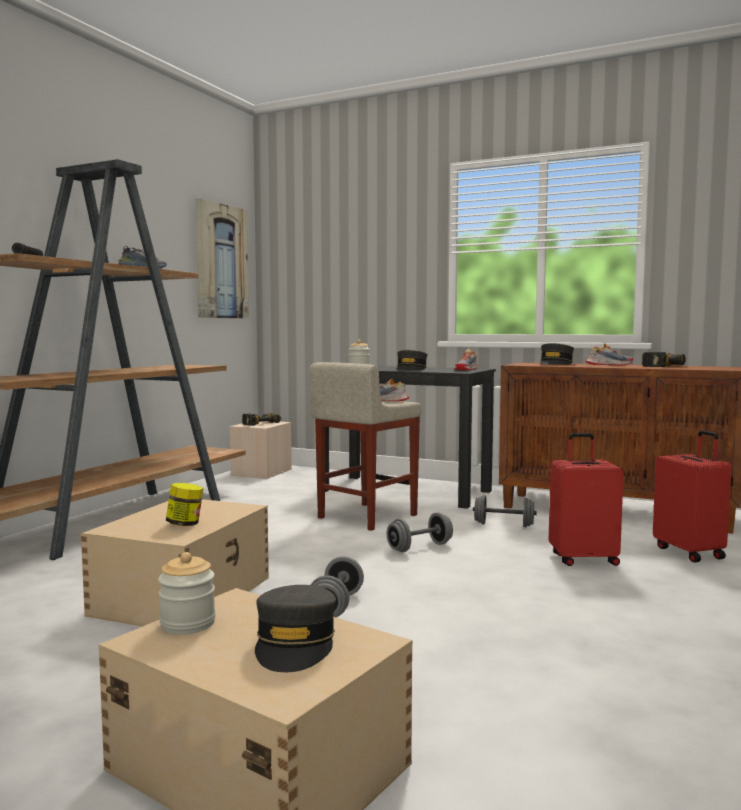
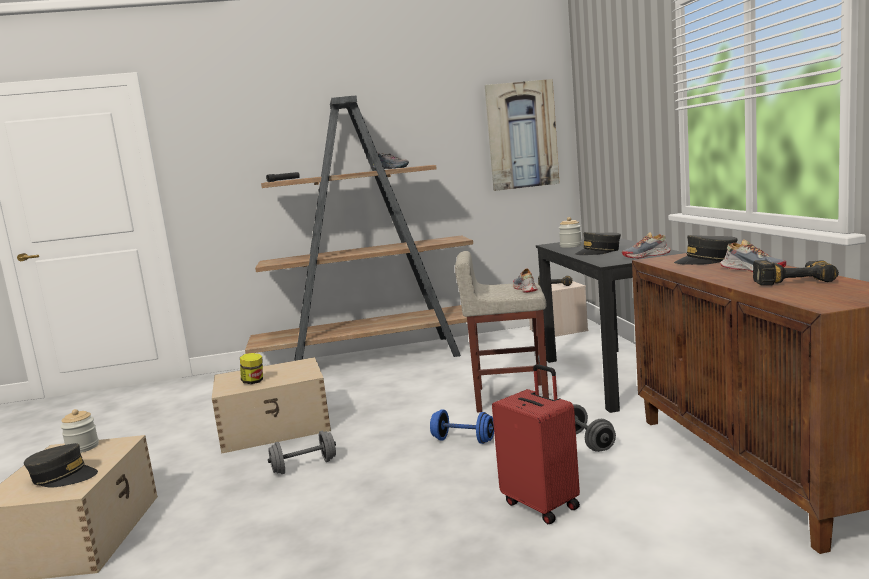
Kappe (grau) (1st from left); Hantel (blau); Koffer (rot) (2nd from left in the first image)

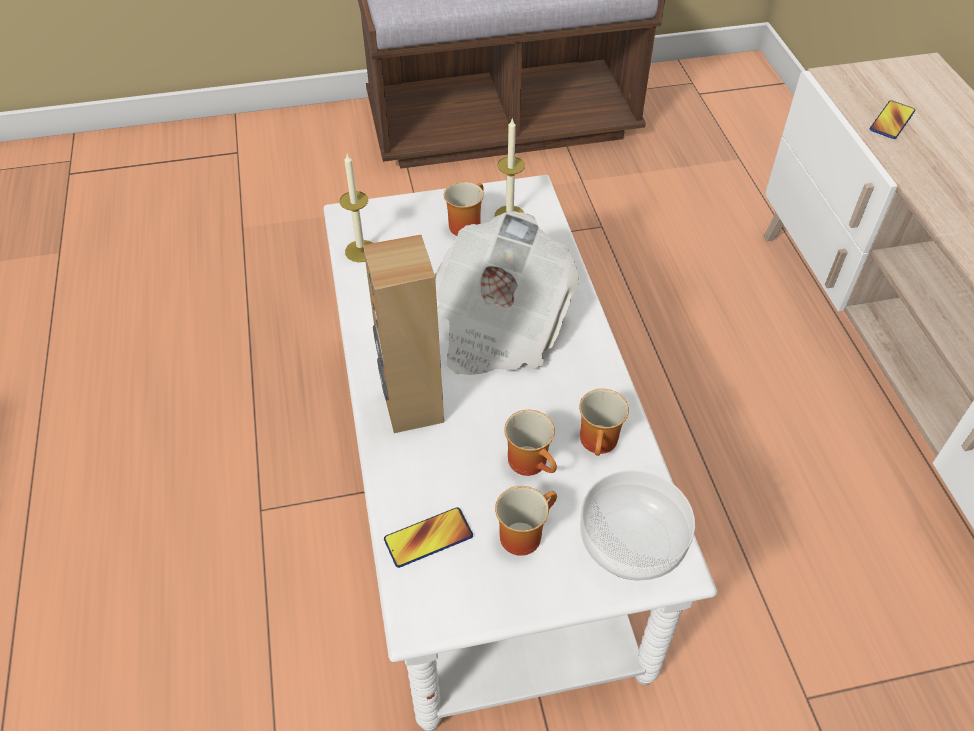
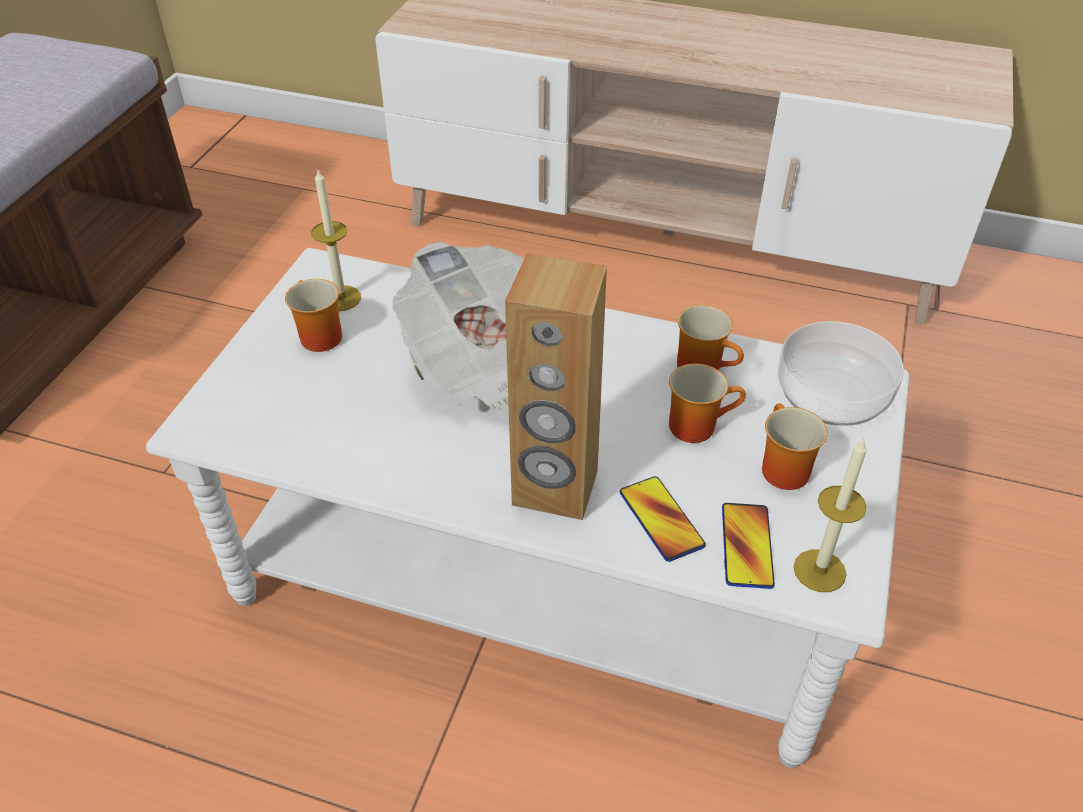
Kerze (2nd from left); Handy (1st from left)

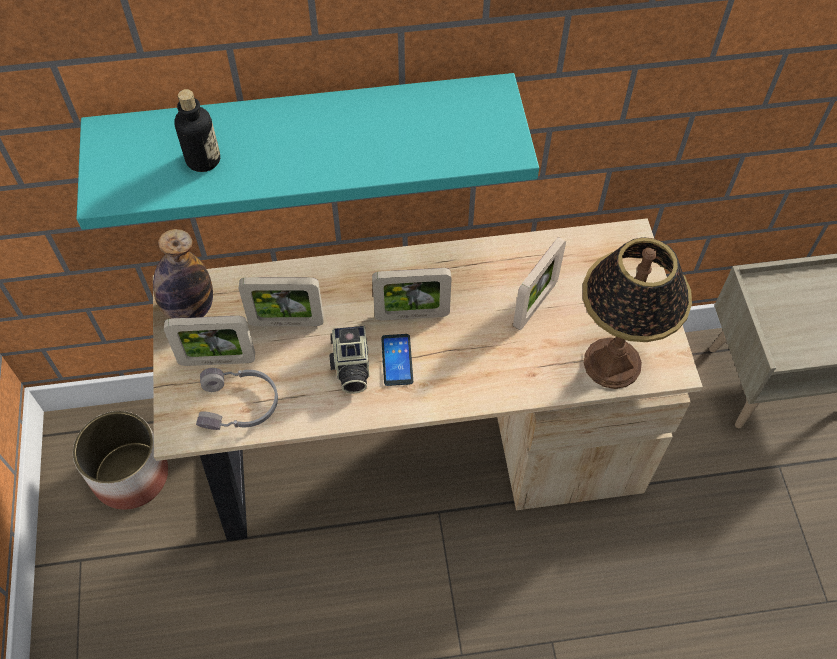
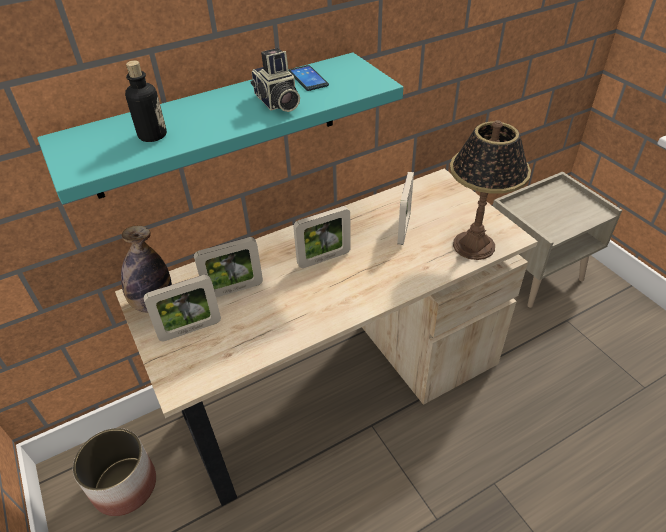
Kopfhörer (grau); Kamera; Handy

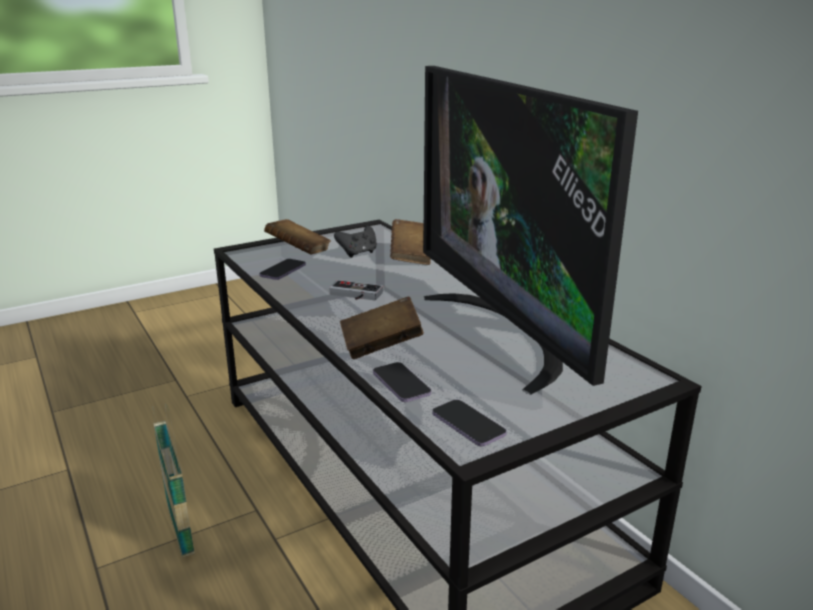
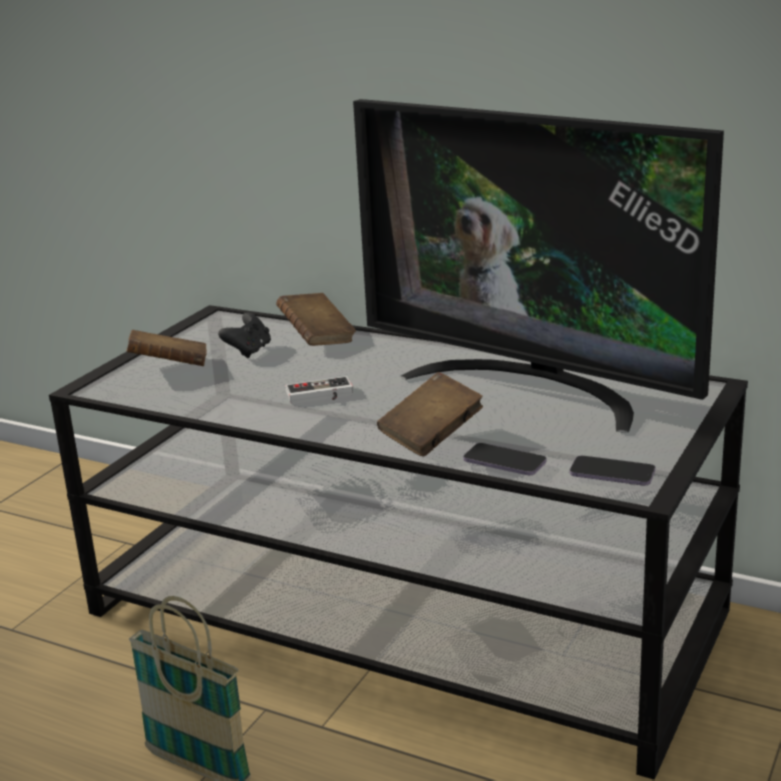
Handy (1st from left in the first image)

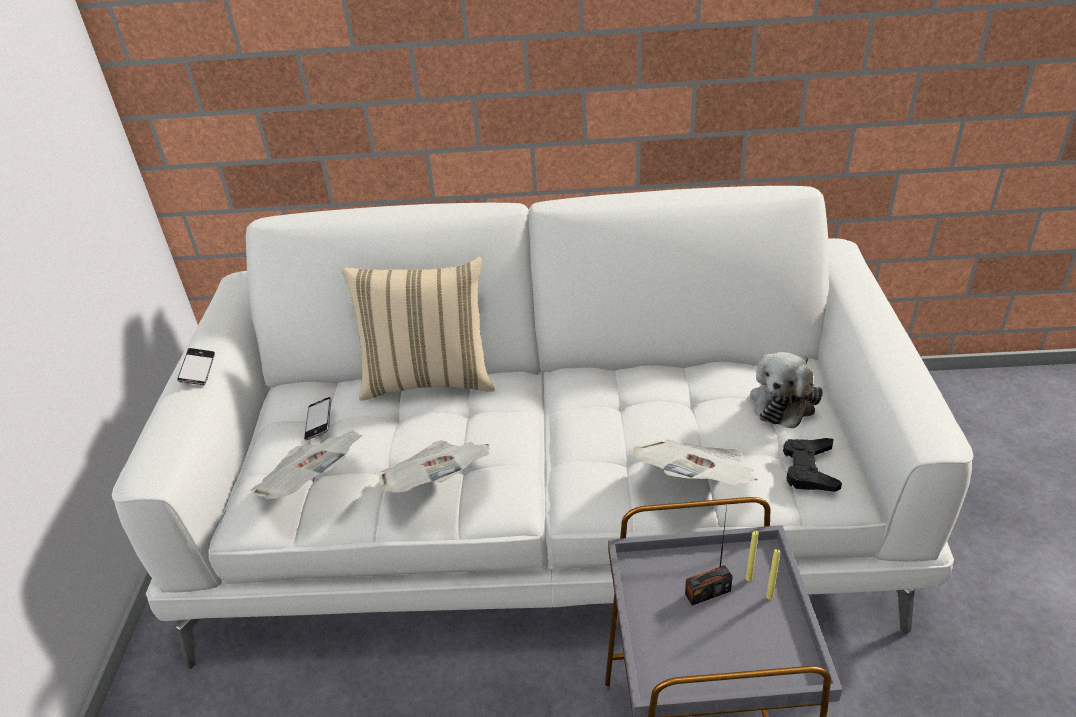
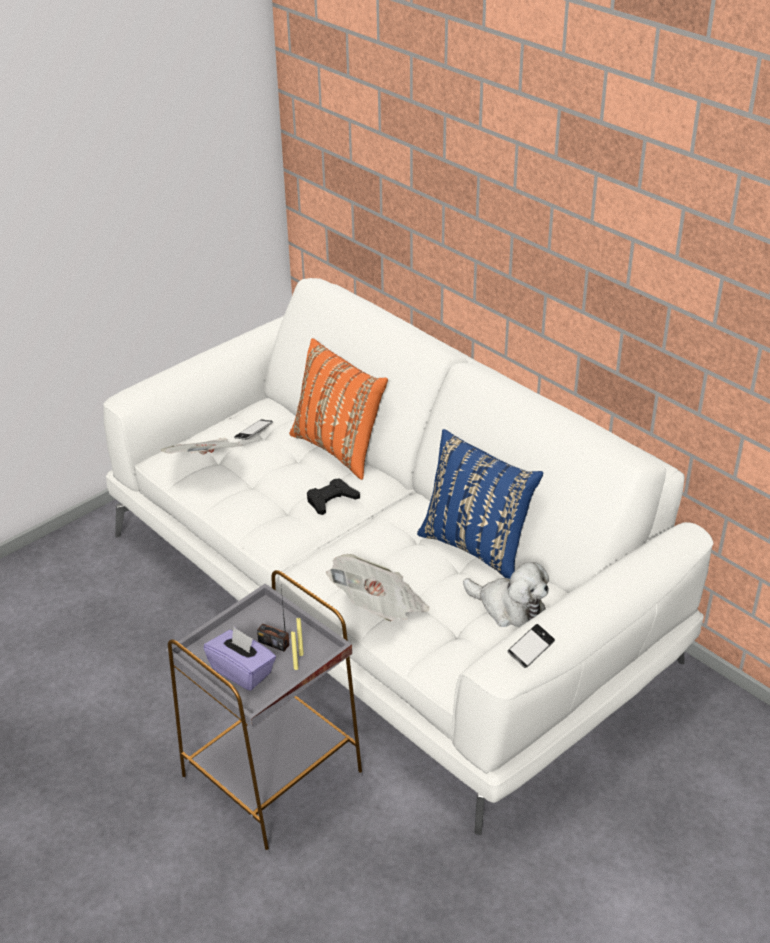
Handy (2nd from left); Kissen (orange); Zeitung (2nd from left in the first image); Plüschtier; Gamepad (schwarz); Taschentuchbox (lila); Kissen (blau)

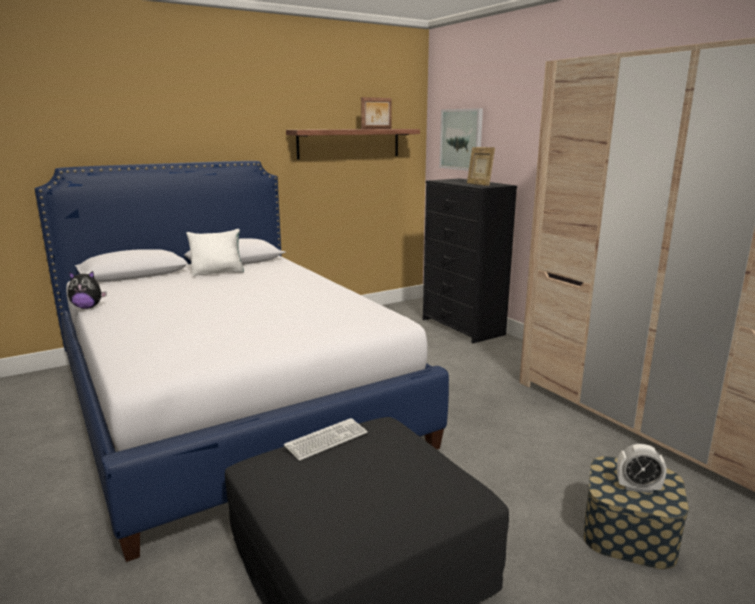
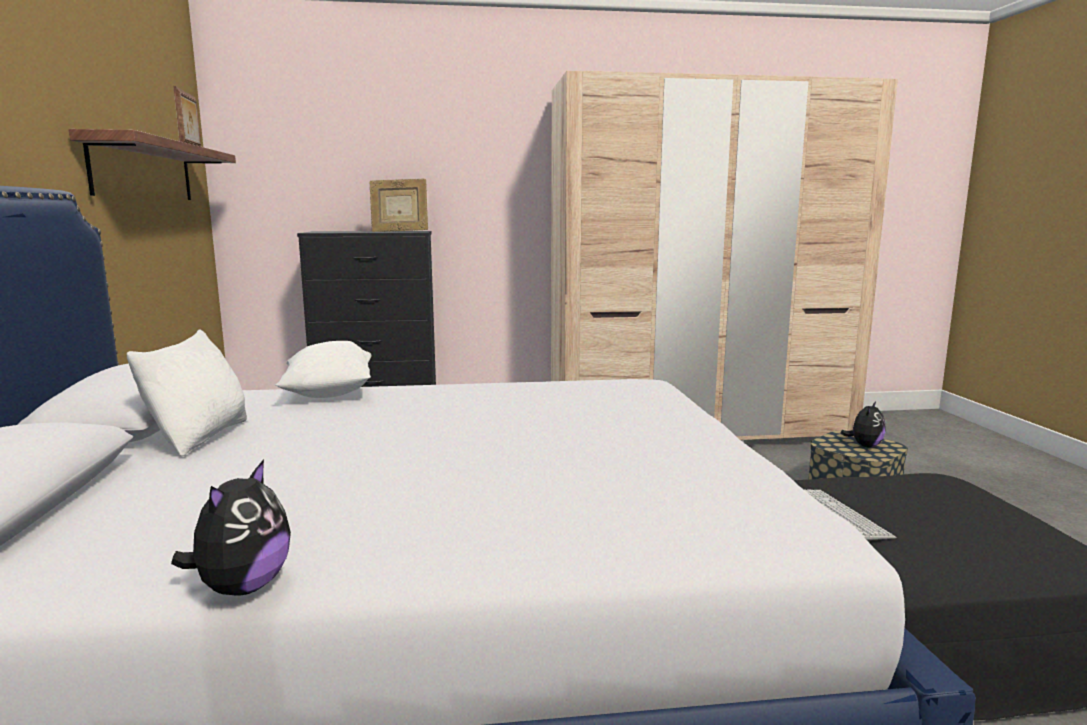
Bild; Plüschtier (2nd from left); Kissen (weiß) (2nd from left)

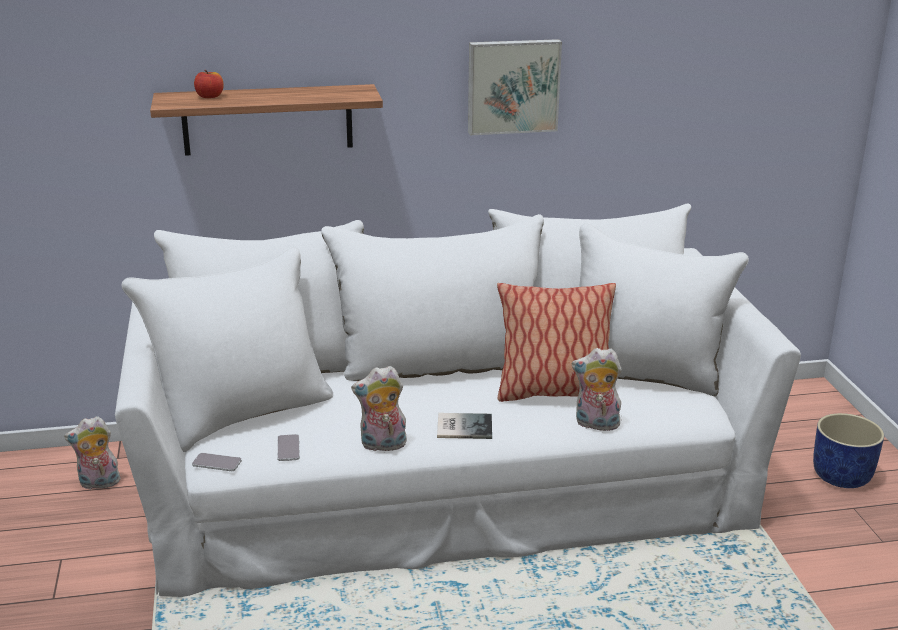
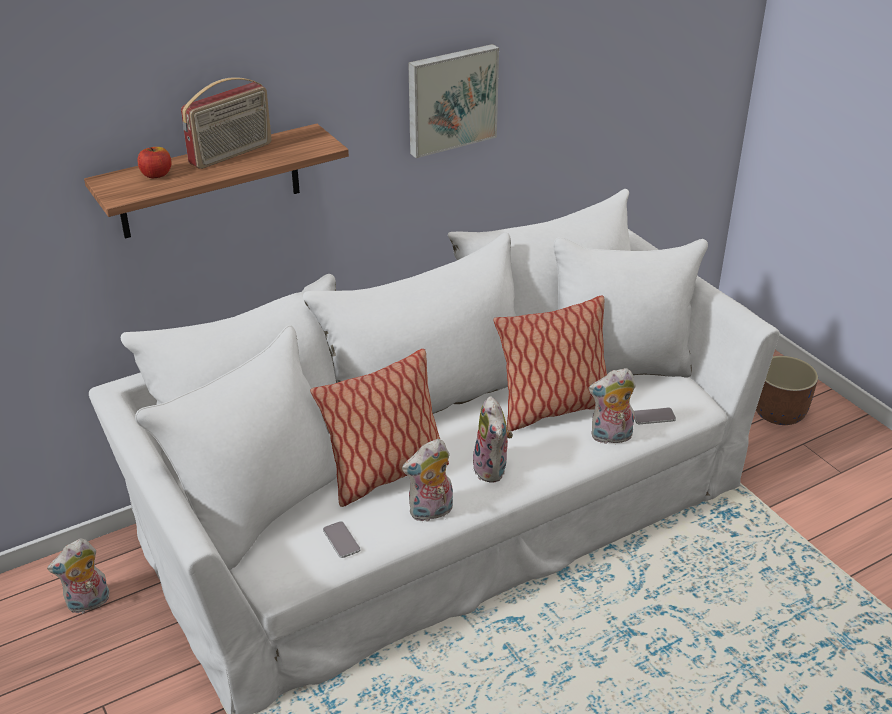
Handy (2nd from left); Plüschtier (3rd from left); Pflanzkübel (braun); Radio; Kissen (1st from left)

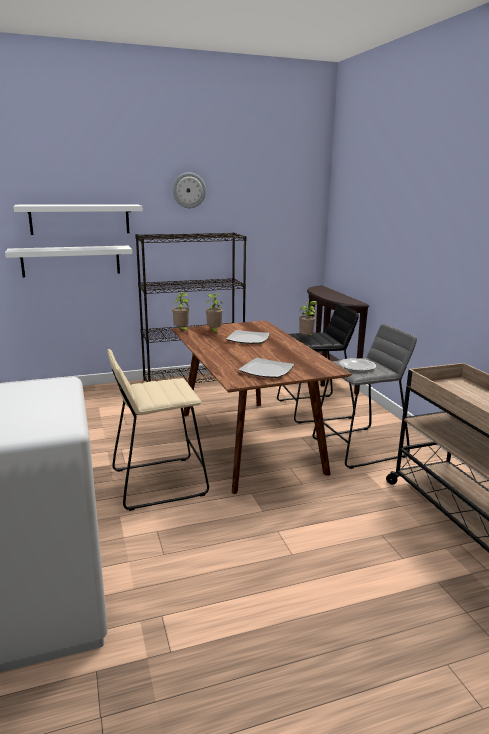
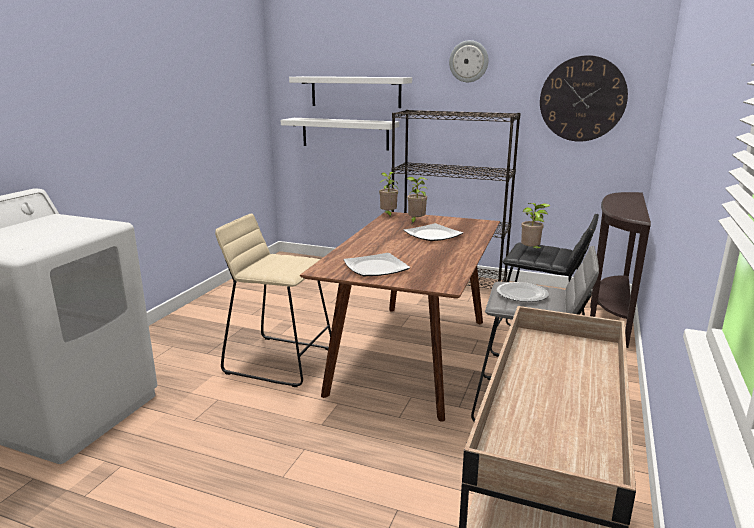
Wanduhr (2nd from left)

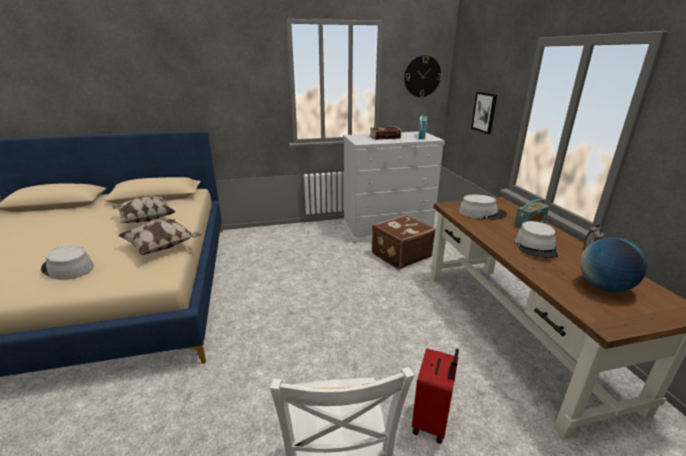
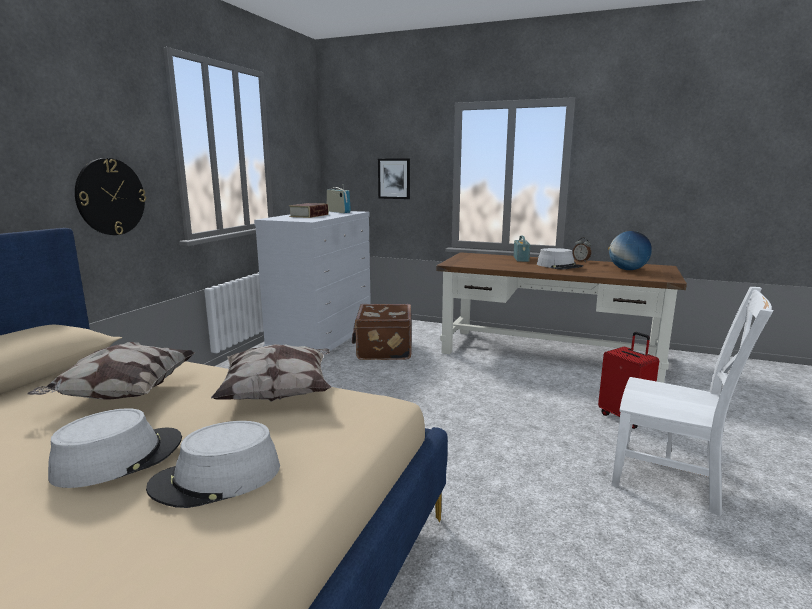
Wanduhr; Hut (grau) (1st from left)

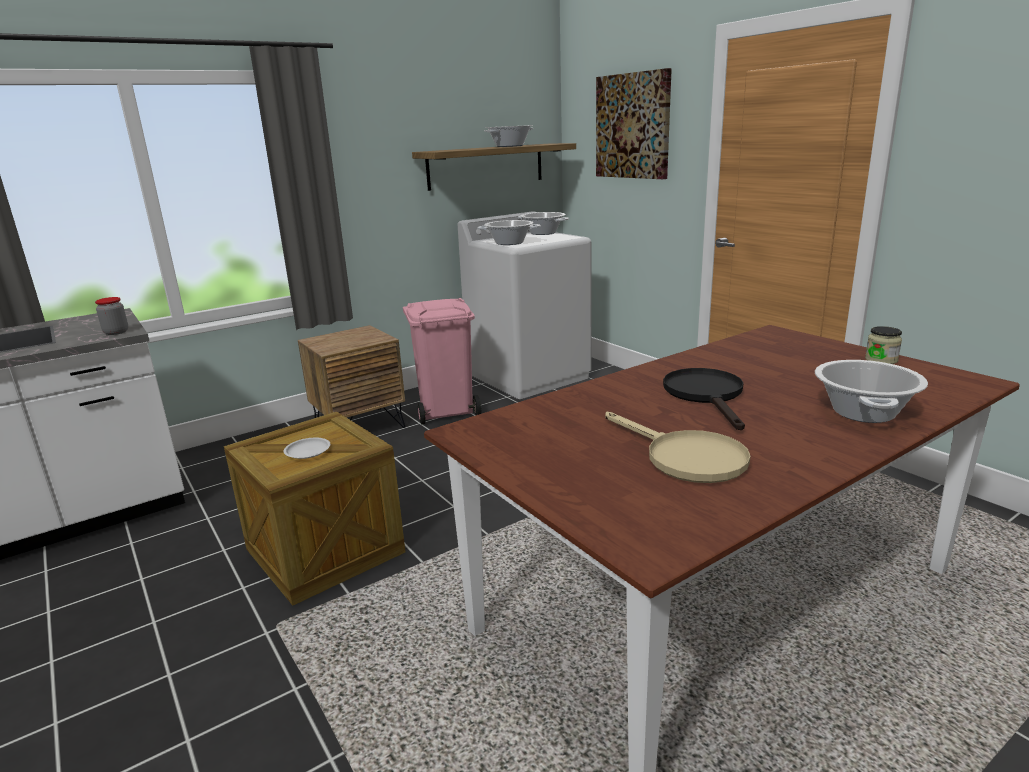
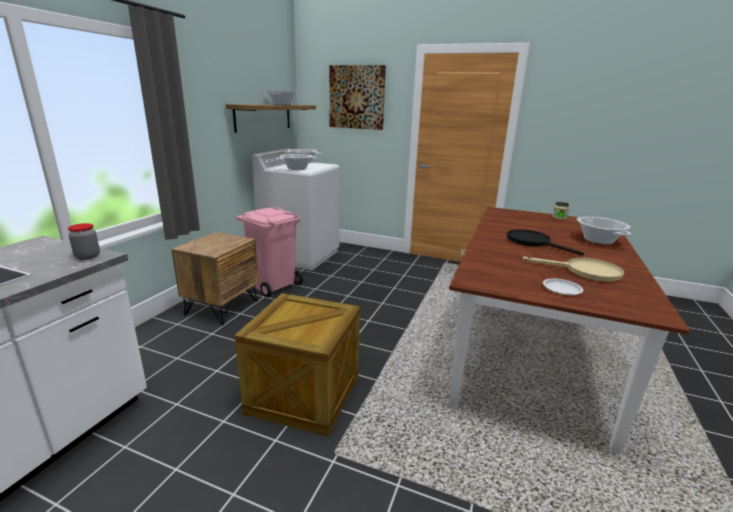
Teller (weiß)

